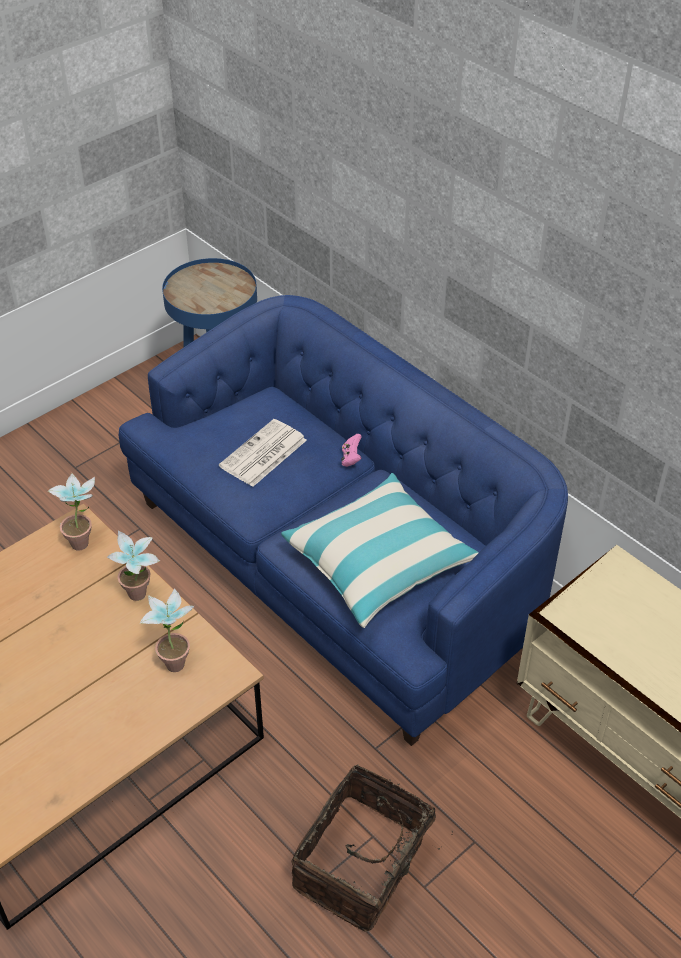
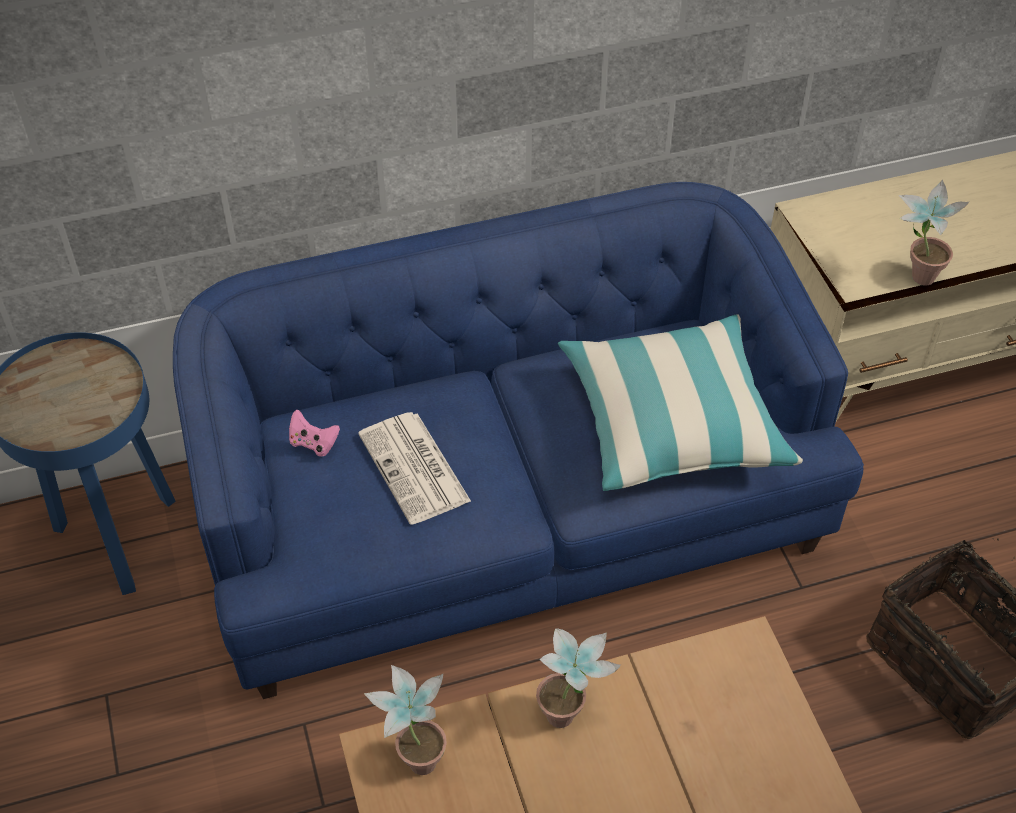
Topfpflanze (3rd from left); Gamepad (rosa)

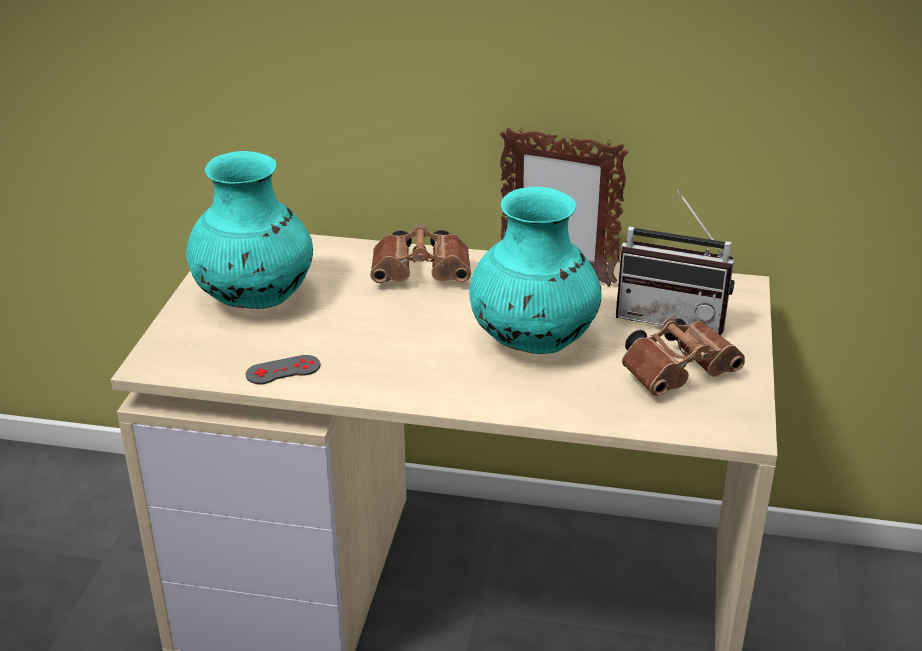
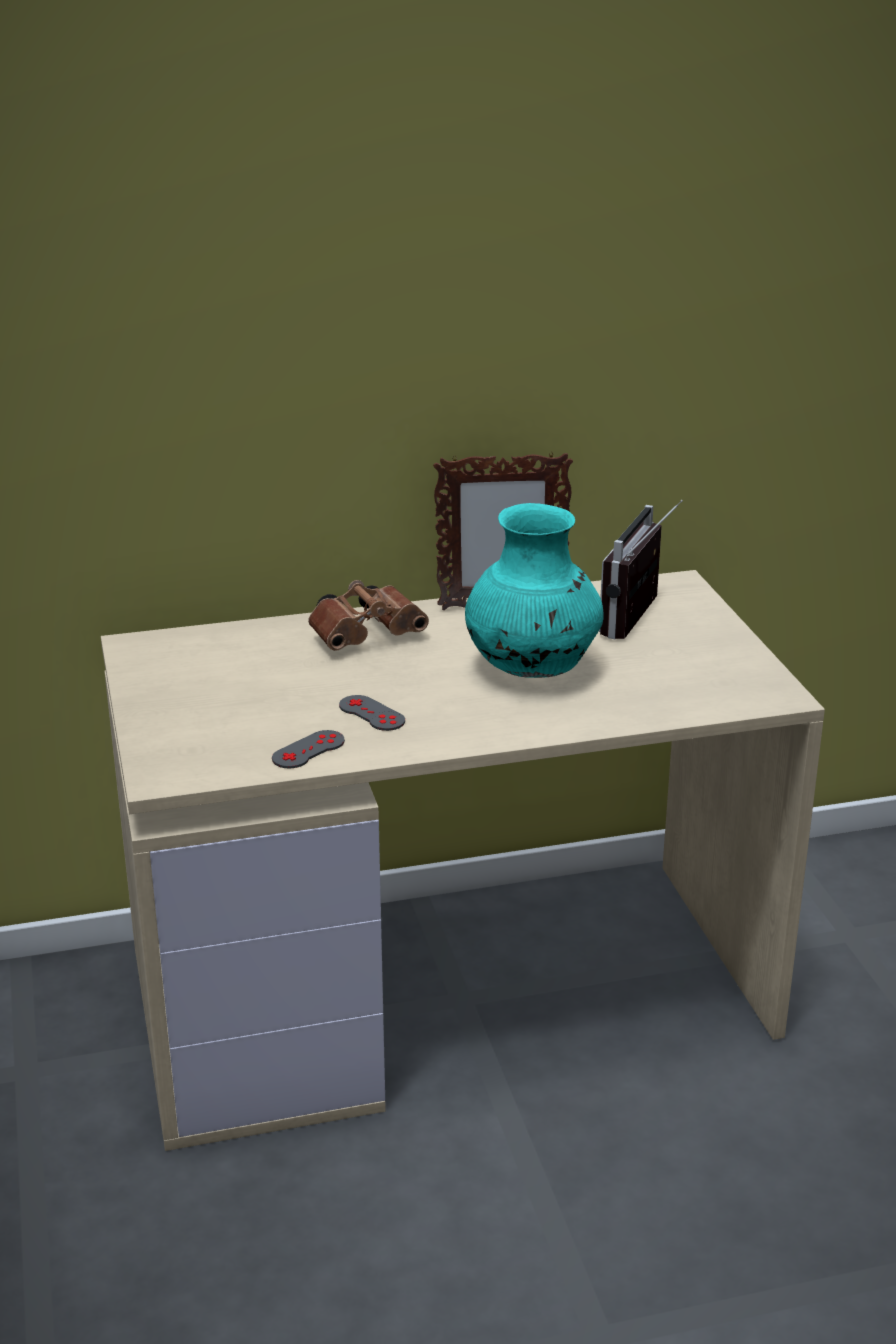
Vase (türkis) (1st from left in the first image); Radio; Fernglas (braun) (2nd from left in the first image); Gamepad (grau) (2nd from left)

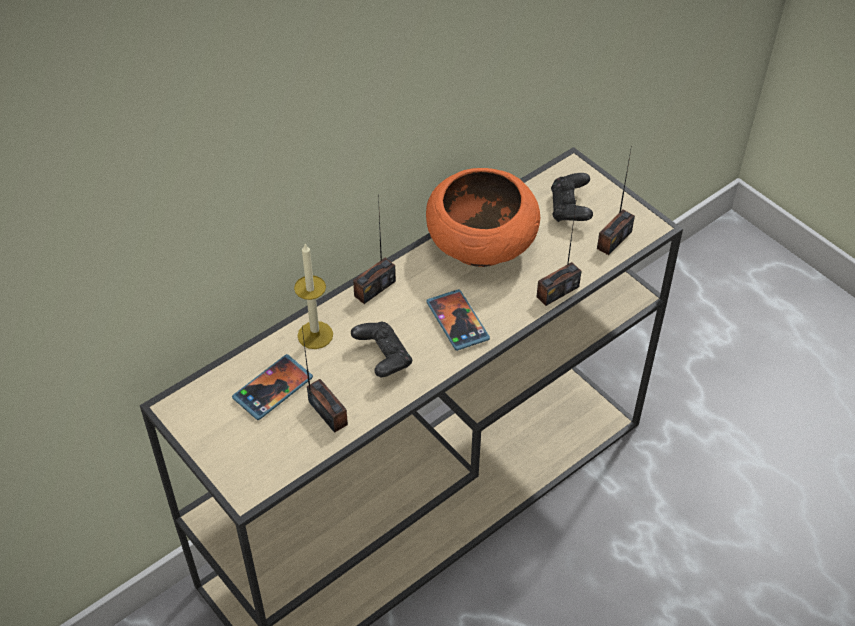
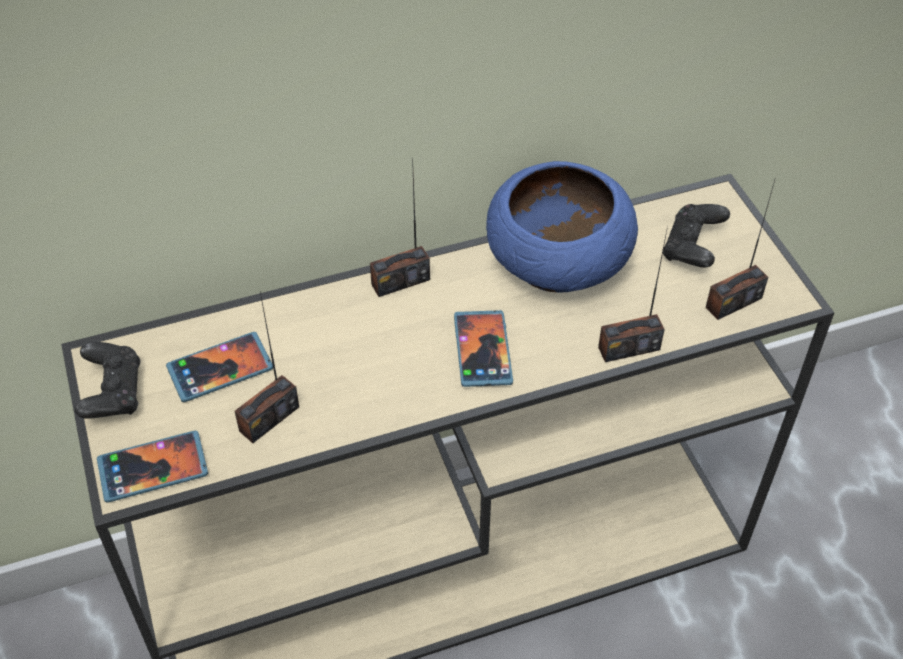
Kerze; Radio (1st from left); Gamepad (schwarz) (1st from left); Schüssel (blau); Handy (1st from left)

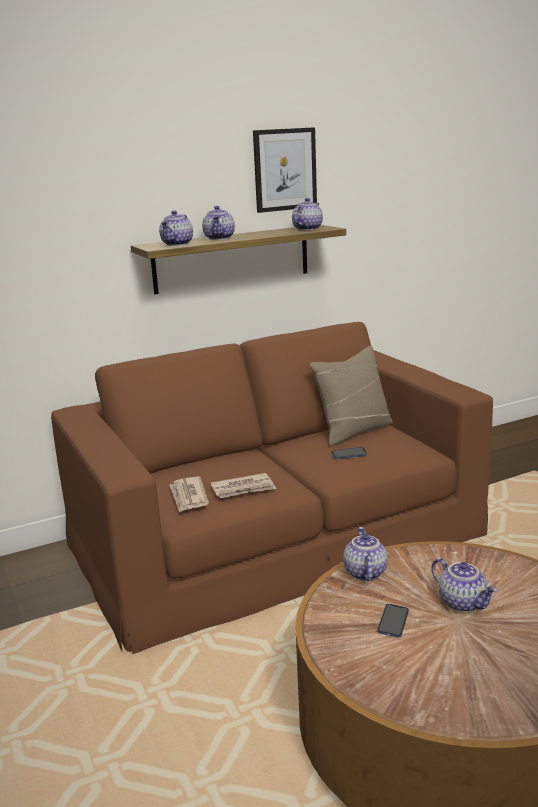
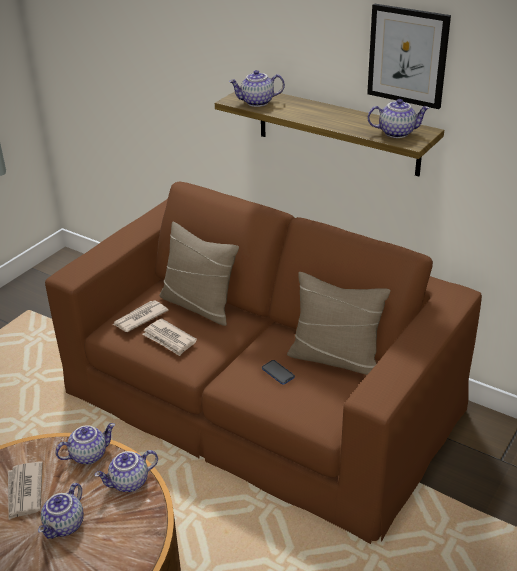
Teekanne (3rd from left); Zeitung (1st from left); Kissen (beige) (1st from left)

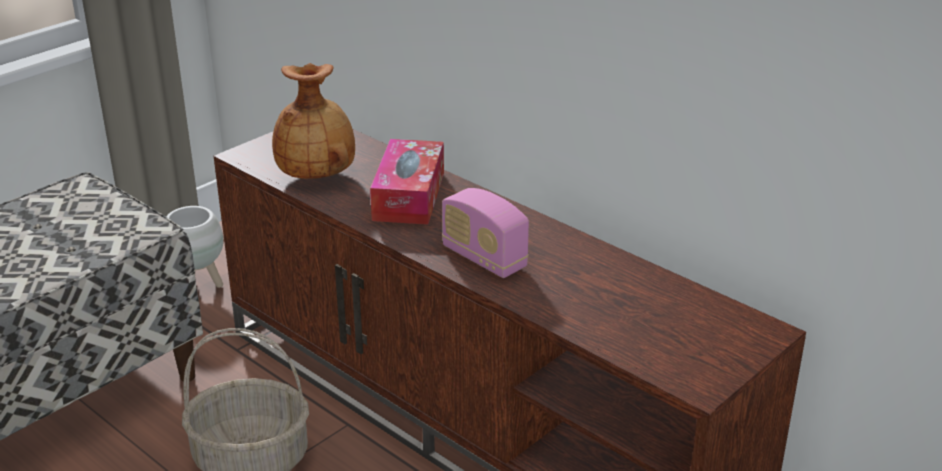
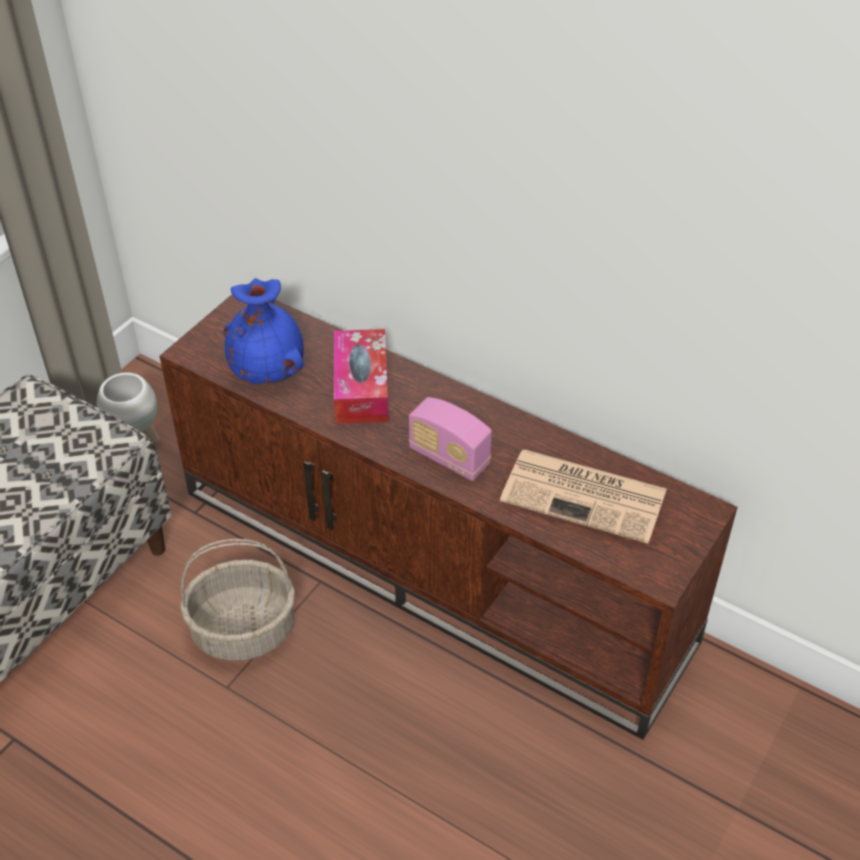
Vase (blau); Zeitung

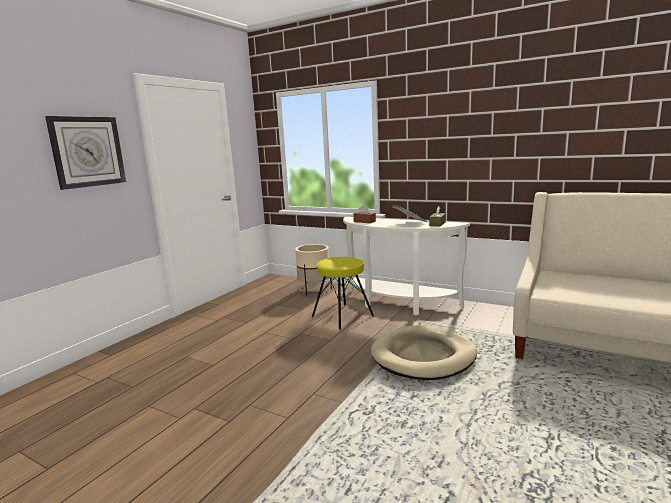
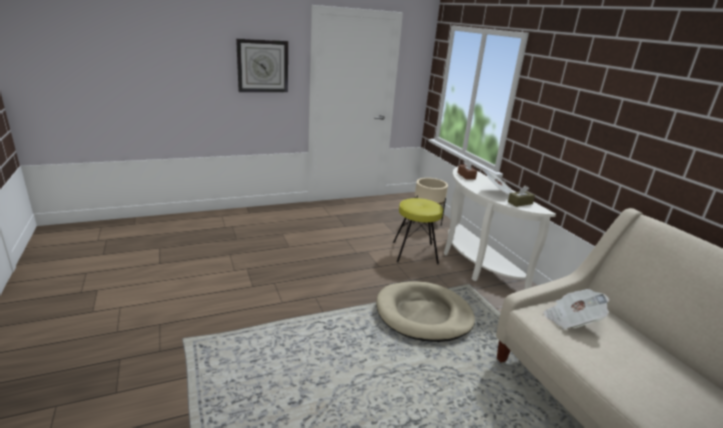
Zeitung (2nd from left)

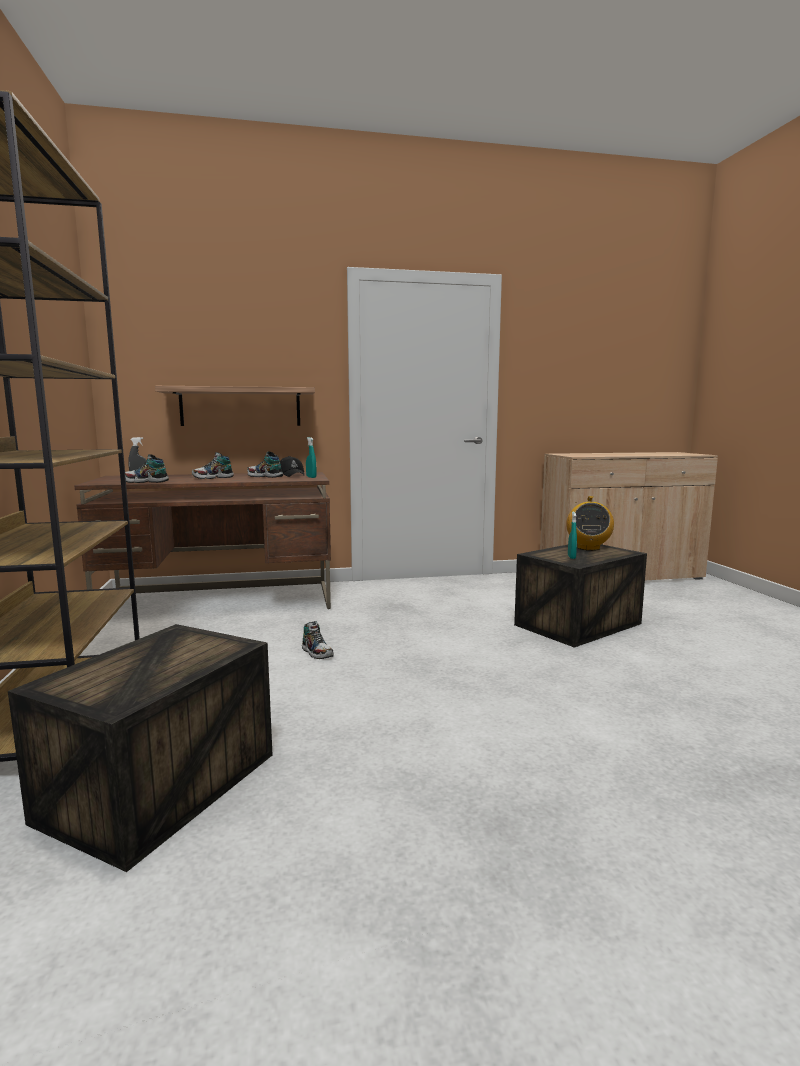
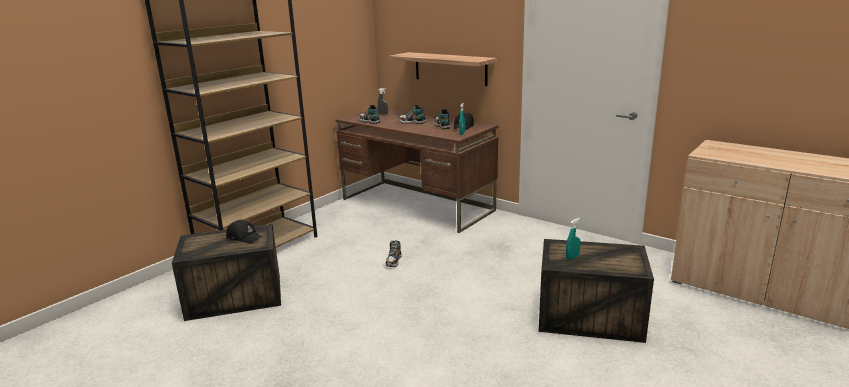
Radio; Kappe (schwarz) (1st from left)

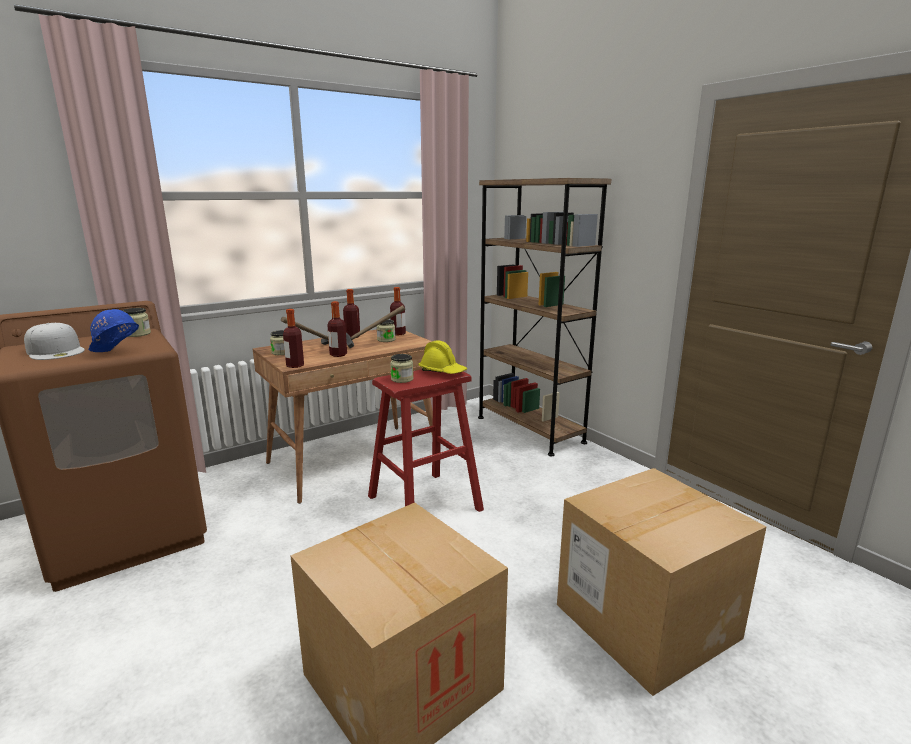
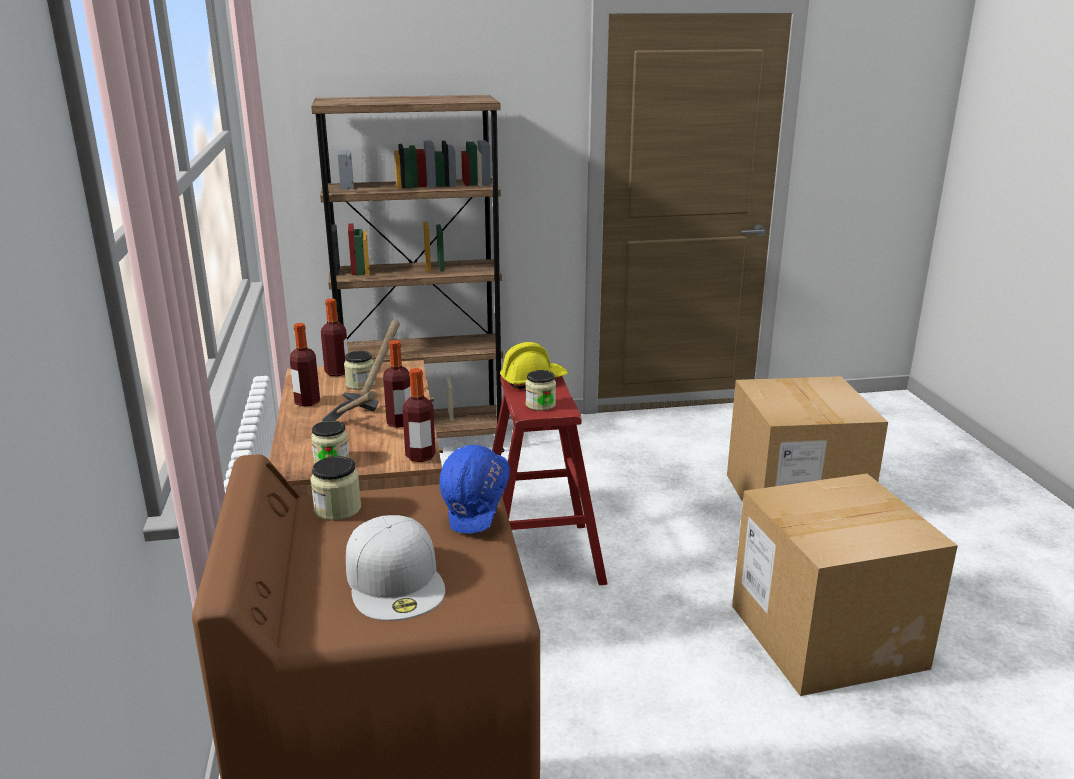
Kappe (weiß)

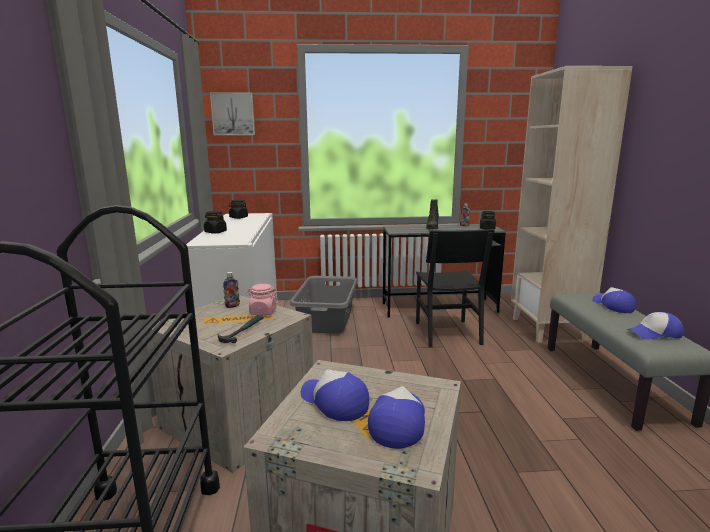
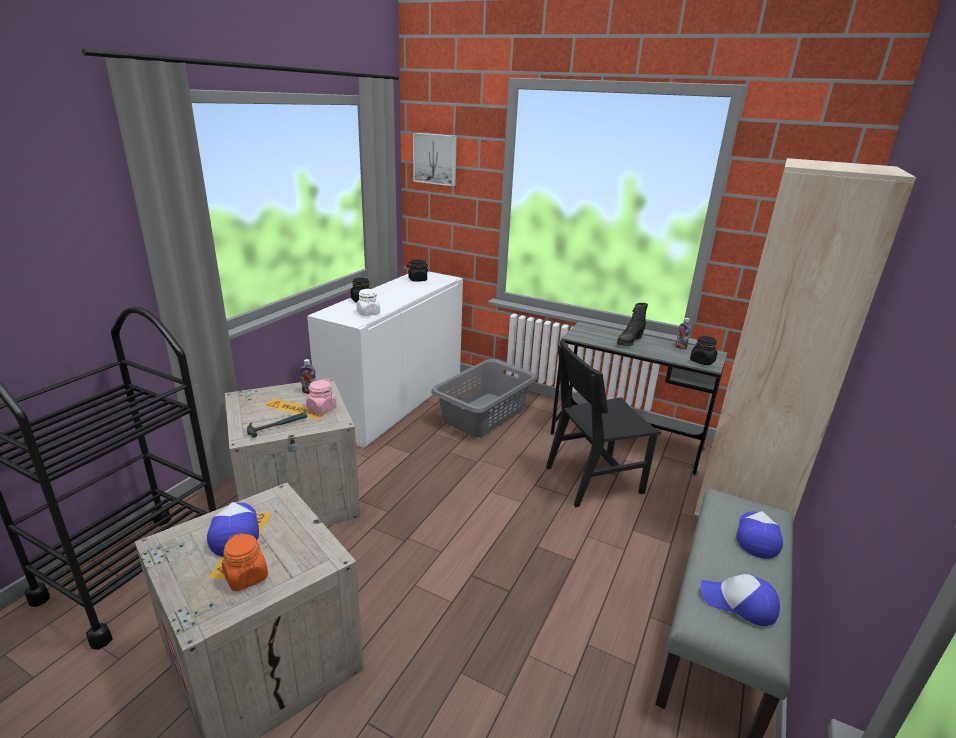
Vorratsglas (orange); Stuhl (schwarz); Vorratsglas (weiß)

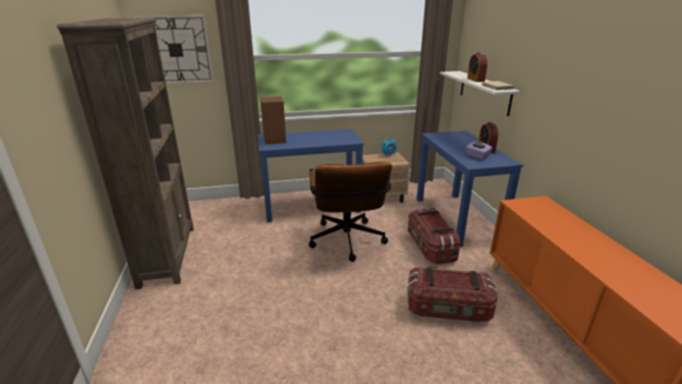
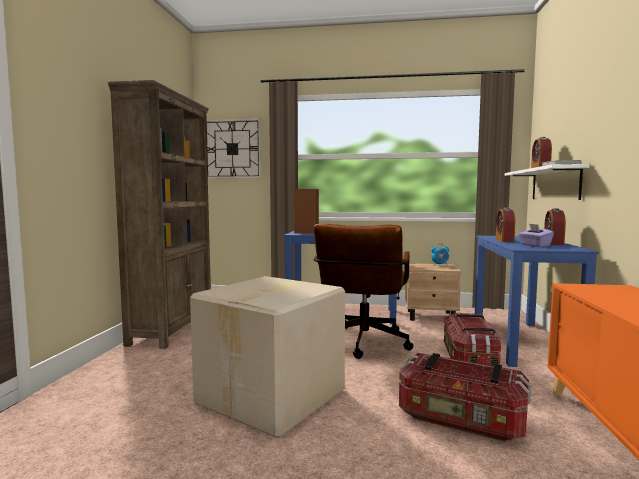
Karton; Wecker (2nd from left)

